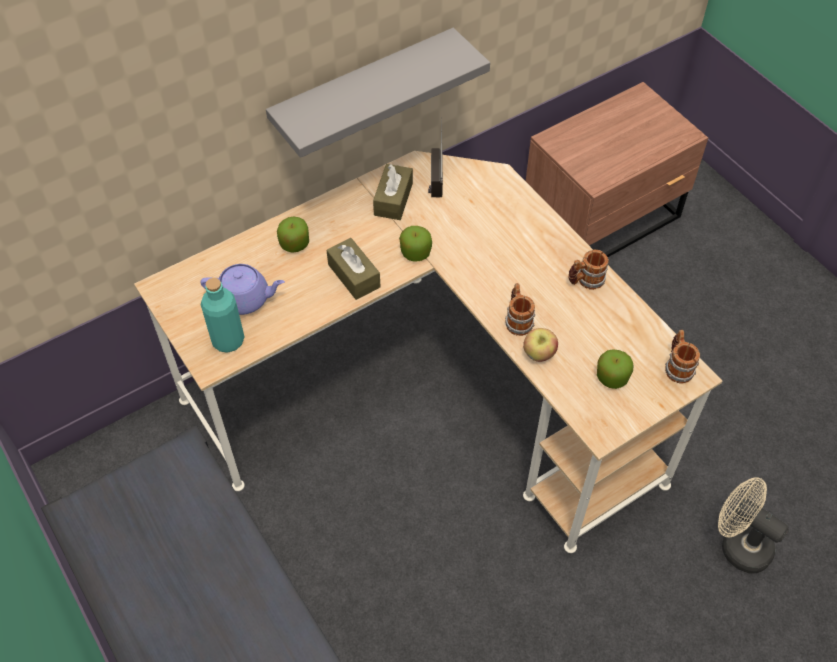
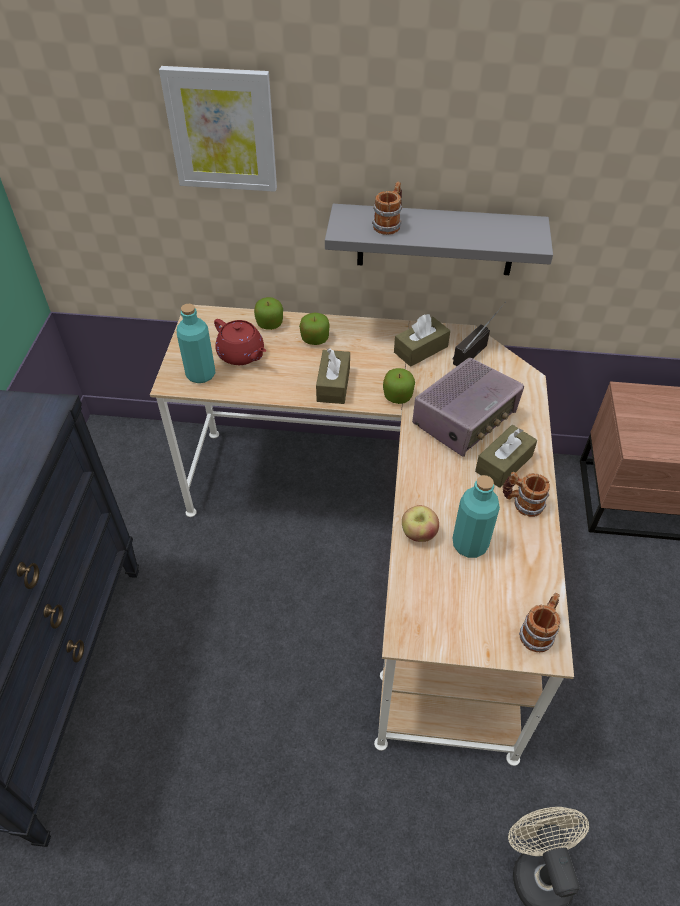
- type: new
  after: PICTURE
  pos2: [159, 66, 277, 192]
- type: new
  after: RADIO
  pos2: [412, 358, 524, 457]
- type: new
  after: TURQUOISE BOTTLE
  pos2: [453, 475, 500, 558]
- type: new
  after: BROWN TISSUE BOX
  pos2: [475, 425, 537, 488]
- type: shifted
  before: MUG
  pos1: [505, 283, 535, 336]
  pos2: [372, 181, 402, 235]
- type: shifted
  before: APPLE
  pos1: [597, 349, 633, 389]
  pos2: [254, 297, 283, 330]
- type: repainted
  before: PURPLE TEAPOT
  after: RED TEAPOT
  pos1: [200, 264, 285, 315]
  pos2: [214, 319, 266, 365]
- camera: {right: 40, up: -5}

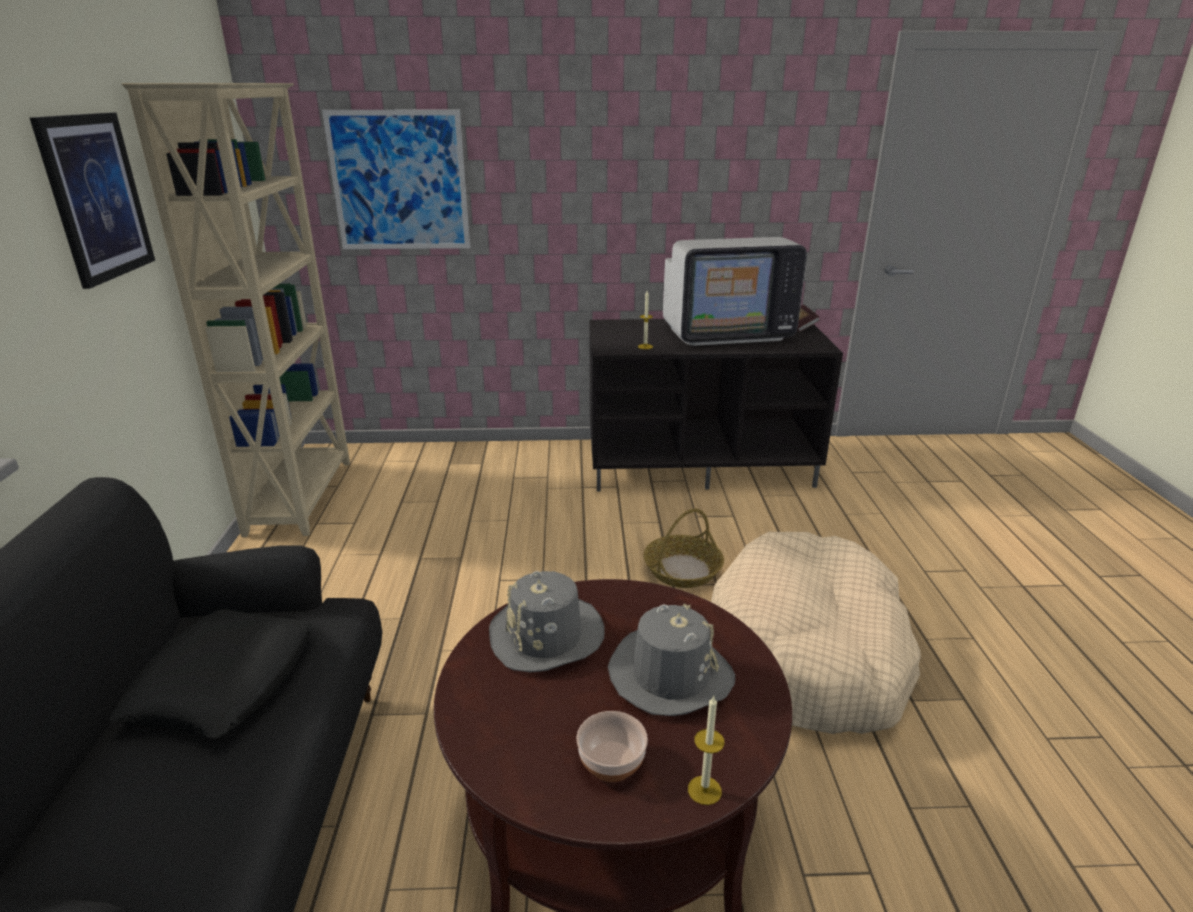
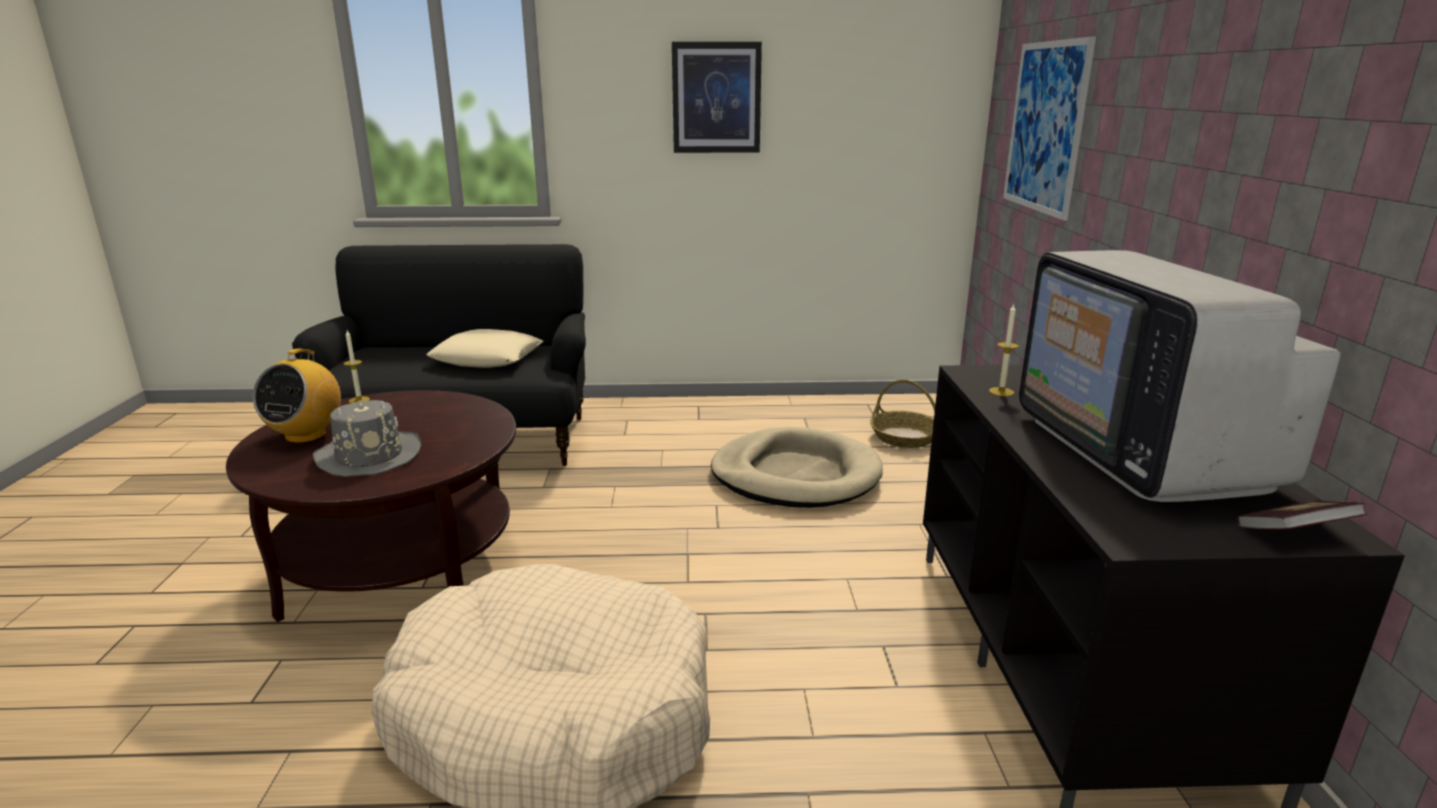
- type: gone
  before: BEIGE BOOKCASE
  pos1: [122, 83, 350, 537]
- type: gone
  before: GREY HAT
  pos1: [489, 571, 605, 672]
- type: new
  after: BEIGE DOG BED
  pos2: [711, 427, 883, 508]
- type: shifted
  before: BASKET
  pos1: [644, 509, 724, 588]
  pos2: [870, 380, 935, 448]
- type: shifted
  before: CANDLE
  pos1: [688, 695, 724, 805]
  pos2: [344, 330, 370, 403]
- type: swapped
  before: BOWL
  after: RADIO
  pos1: [577, 711, 648, 782]
  pos2: [253, 349, 341, 444]
- type: repainted
  before: BLACK PILLOW
  after: BEIGE PILLOW
  pos1: [109, 609, 313, 738]
  pos2: [426, 329, 543, 368]
- camera: {right: 90, up: -5}

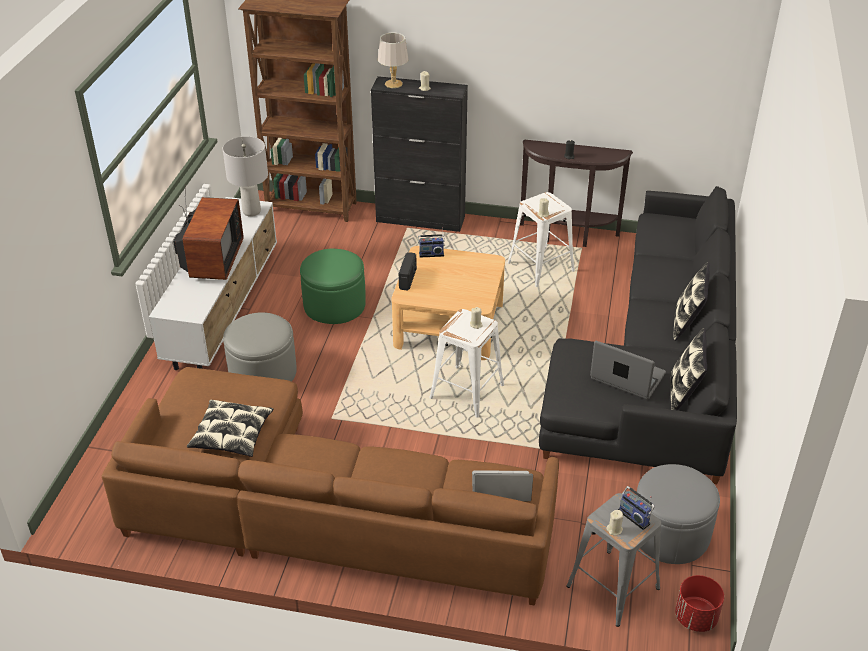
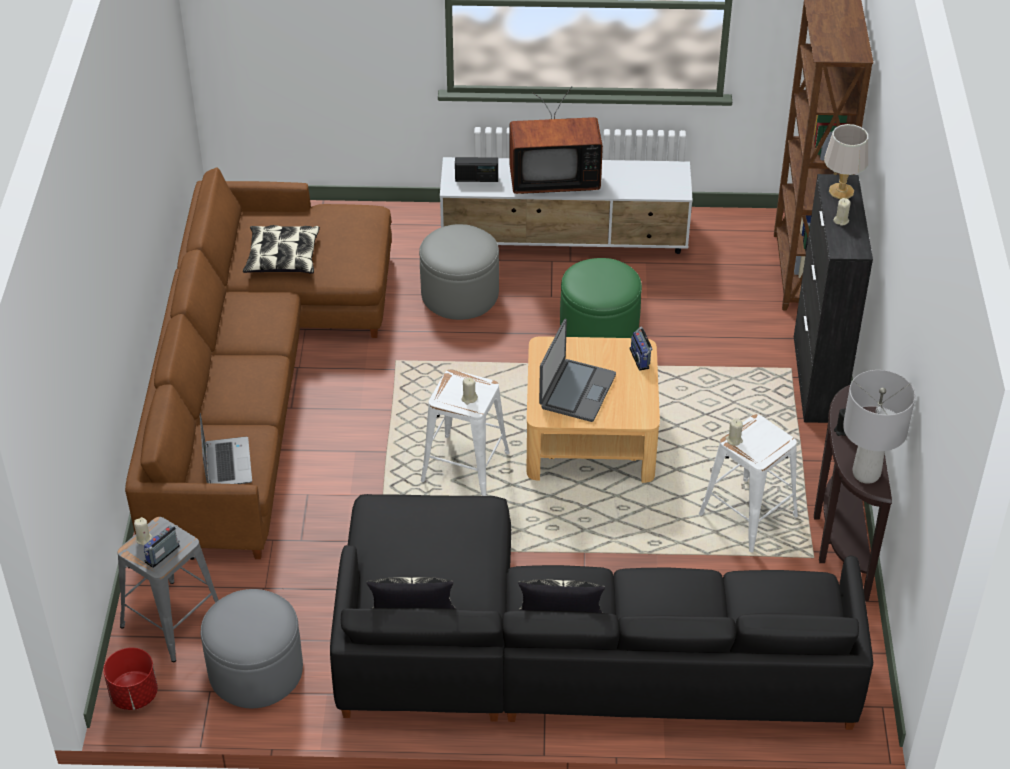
- type: shifted
  before: GREY TABLE LAMP
  pos1: [223, 136, 268, 217]
  pos2: [843, 370, 915, 484]
- type: shifted
  before: RADIO
  pos1: [399, 252, 417, 291]
  pos2: [455, 157, 498, 182]
- type: shifted
  before: LAPTOP
  pos1: [590, 341, 666, 399]
  pos2: [539, 319, 616, 422]
- camera: {right: 80, up: 5}

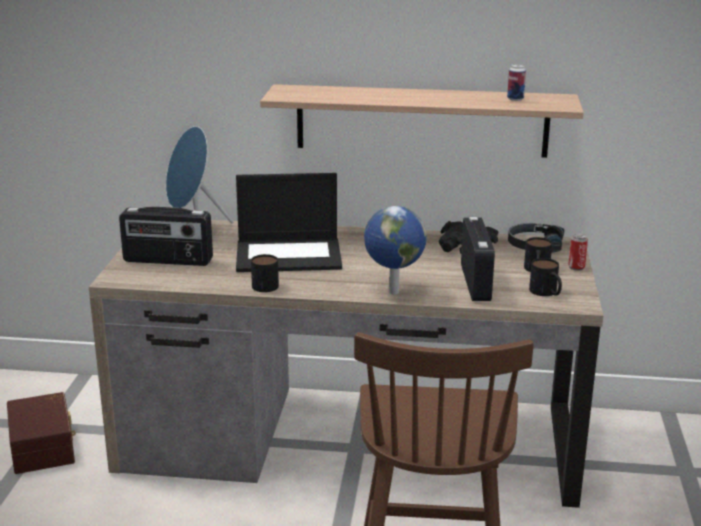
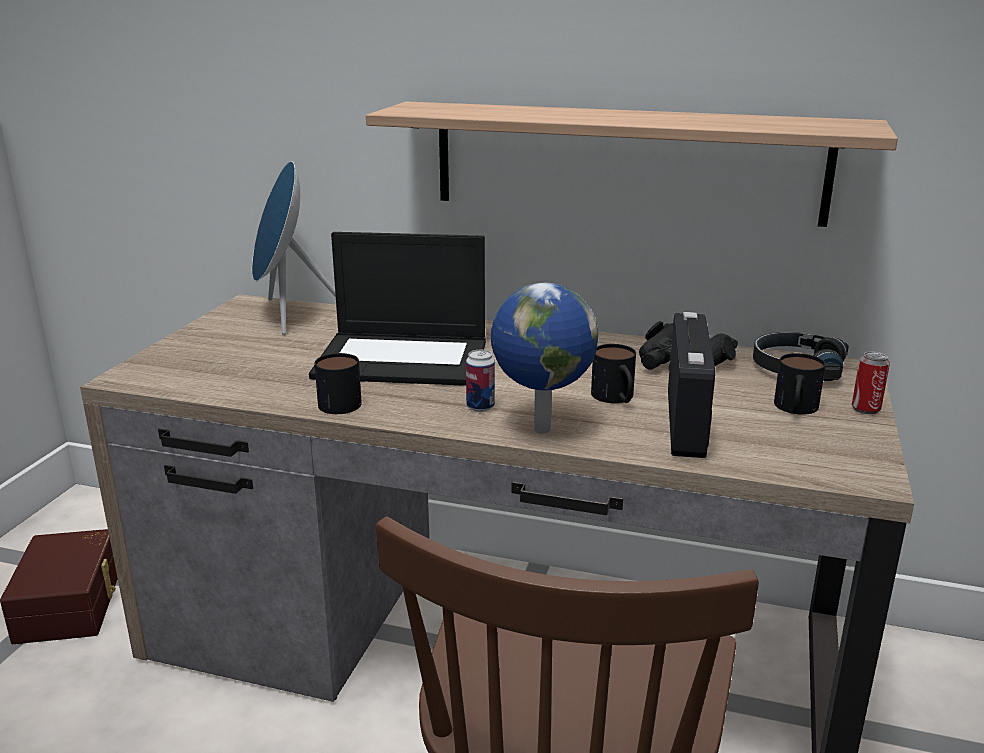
- type: gone
  before: RADIO
  pos1: [119, 206, 213, 266]
- type: shifted
  before: CAN
  pos1: [507, 64, 526, 101]
  pos2: [466, 350, 495, 412]
- type: shifted
  before: MUG
  pos1: [529, 258, 562, 296]
  pos2: [591, 344, 636, 403]
- camera: {right: 10, up: 0}

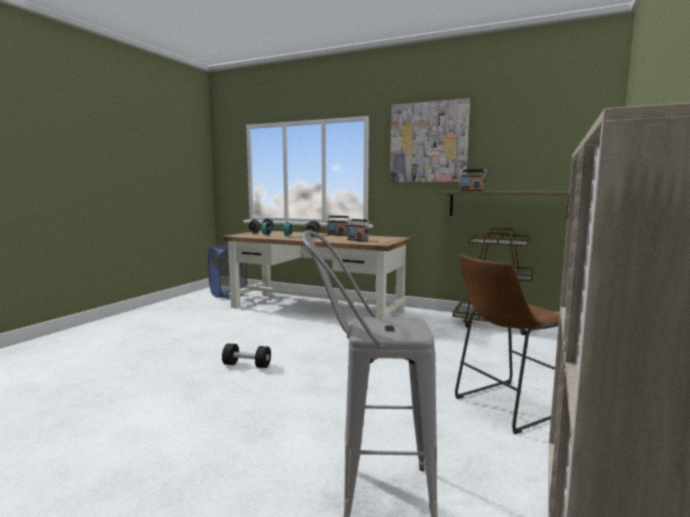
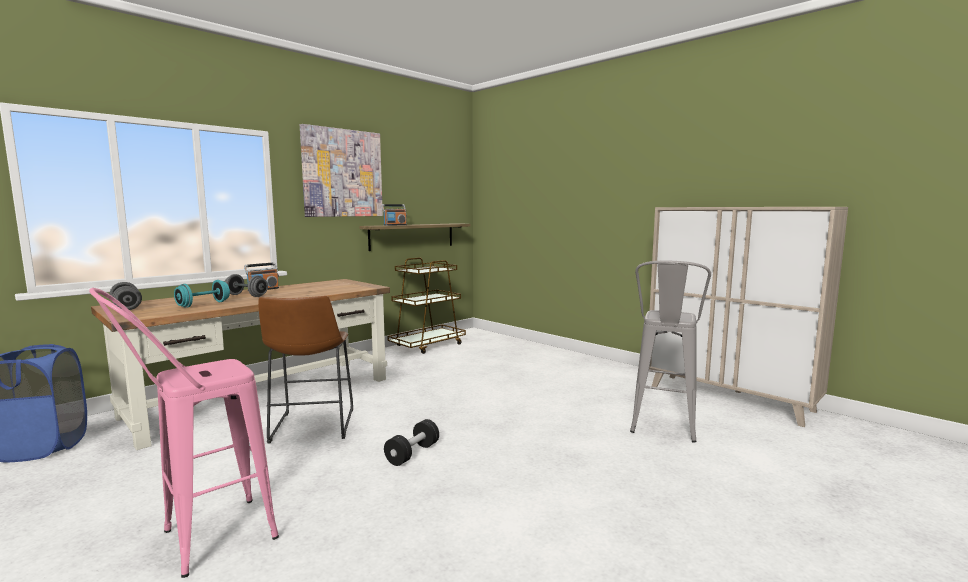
- type: gone
  before: RADIO
  pos1: [347, 219, 370, 242]
- type: new
  after: PINK STOOL
  pos2: [89, 288, 279, 578]
- type: shifted
  before: BROWN STOOL
  pos1: [455, 254, 559, 434]
  pos2: [258, 296, 353, 444]
- camera: {right: -70, up: 0}

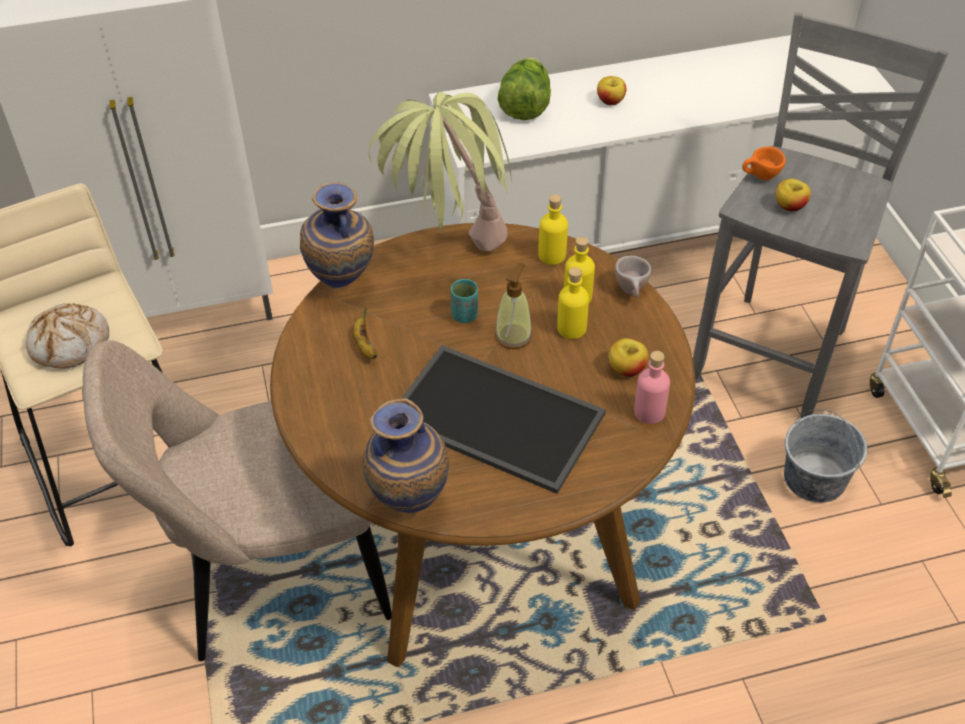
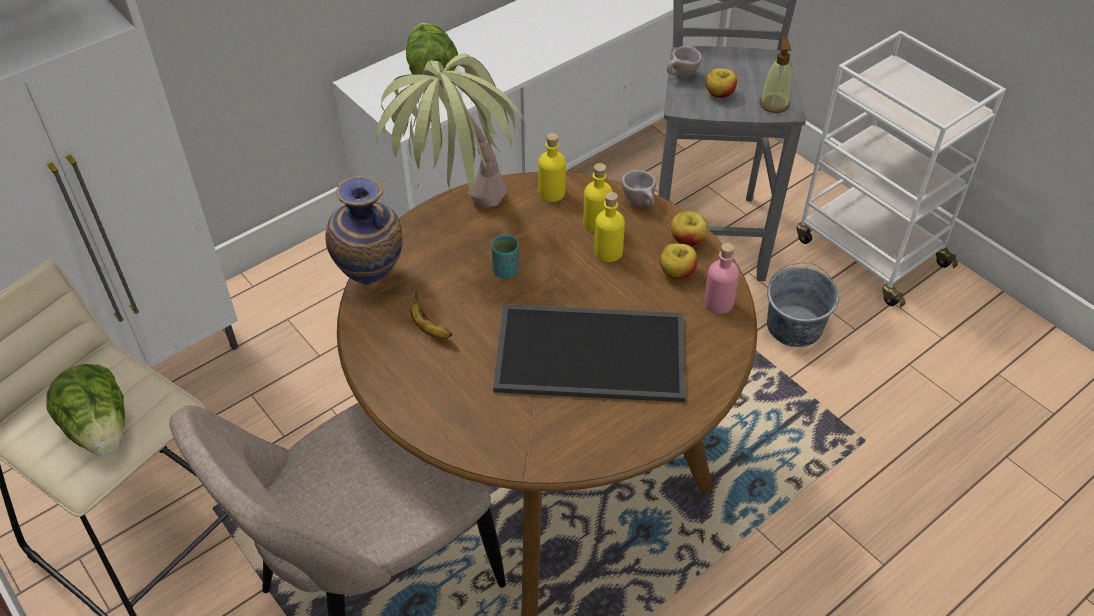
- type: gone
  before: VASE
  pos1: [363, 398, 449, 513]
- type: shifted
  before: SOAP DISPENSER
  pos1: [495, 263, 532, 349]
  pos2: [759, 37, 792, 113]
- type: shifted
  before: APPLE
  pos1: [597, 76, 626, 105]
  pos2: [671, 211, 708, 246]
- type: swapped
  before: BREAD
  after: LETTUCE
  pos1: [26, 303, 109, 368]
  pos2: [46, 364, 125, 455]
- type: repainted
  before: ORANGE CUP
  after: BEIGE CUP
  pos1: [742, 146, 786, 180]
  pos2: [667, 46, 702, 78]
- camera: {right: -25, up: 0}

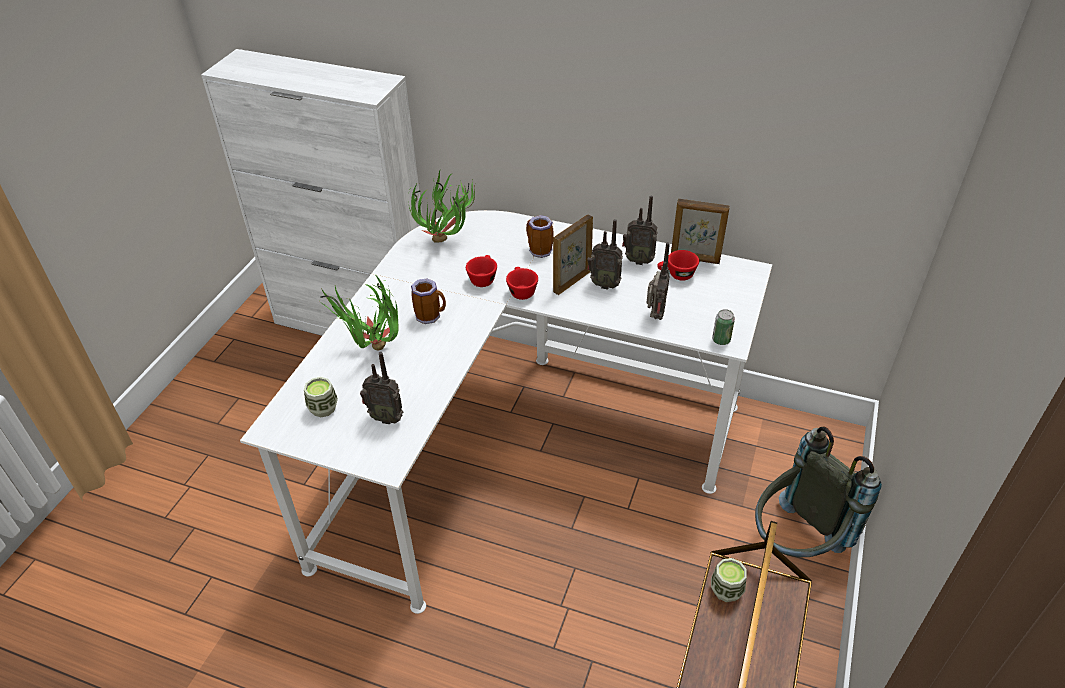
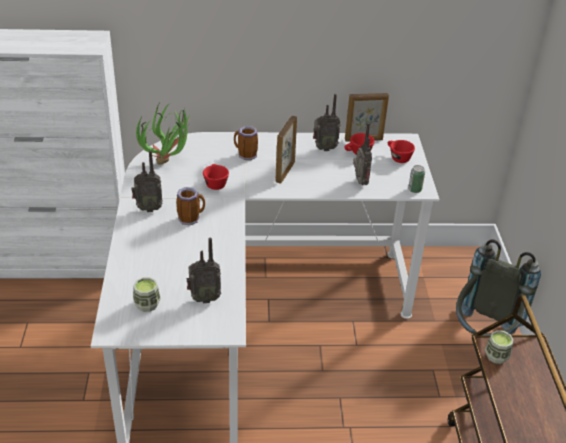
- type: gone
  before: POTTED PLANT
  pos1: [320, 275, 399, 350]
- type: shifted
  before: RED CUP
  pos1: [506, 267, 538, 300]
  pos2: [388, 140, 415, 163]
- type: shifted
  before: RADIO
  pos1: [587, 219, 623, 290]
  pos2: [131, 150, 163, 212]
- camera: {right: -25, up: -5}

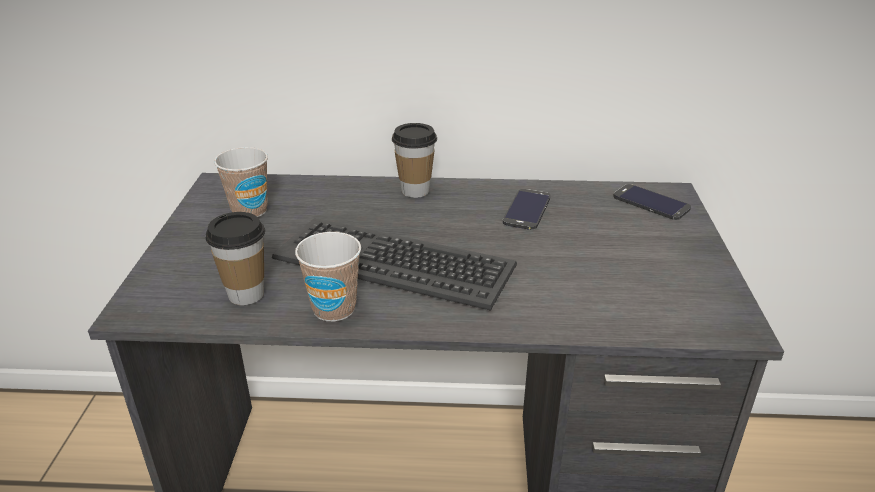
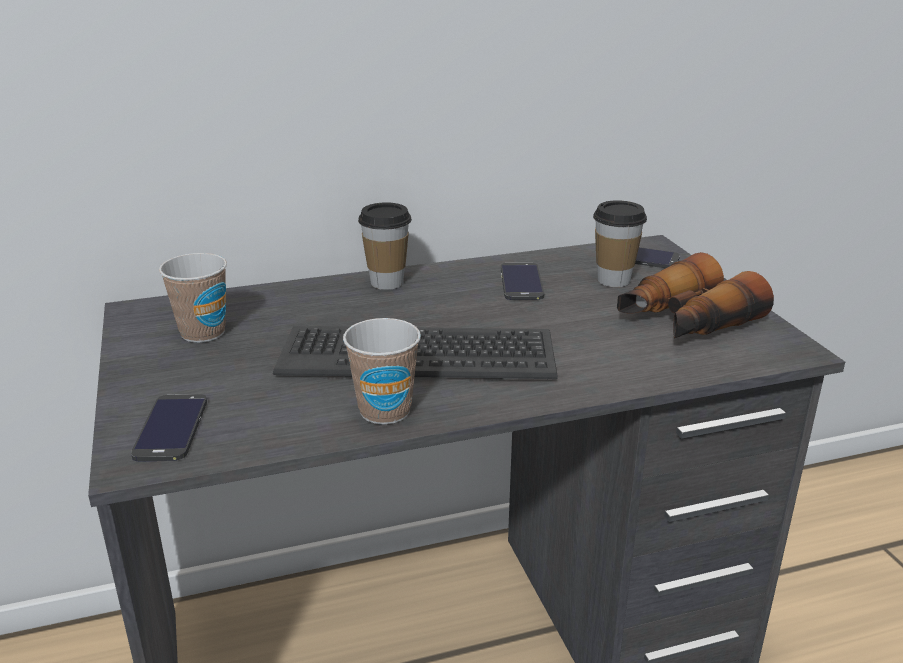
- type: new
  after: PHONE
  pos2: [131, 394, 207, 462]
- type: new
  after: BINOCULARS
  pos2: [617, 252, 774, 338]
- type: shifted
  before: CUP
  pos1: [206, 212, 265, 305]
  pos2: [593, 200, 647, 287]
- camera: {right: -20, up: -5}

